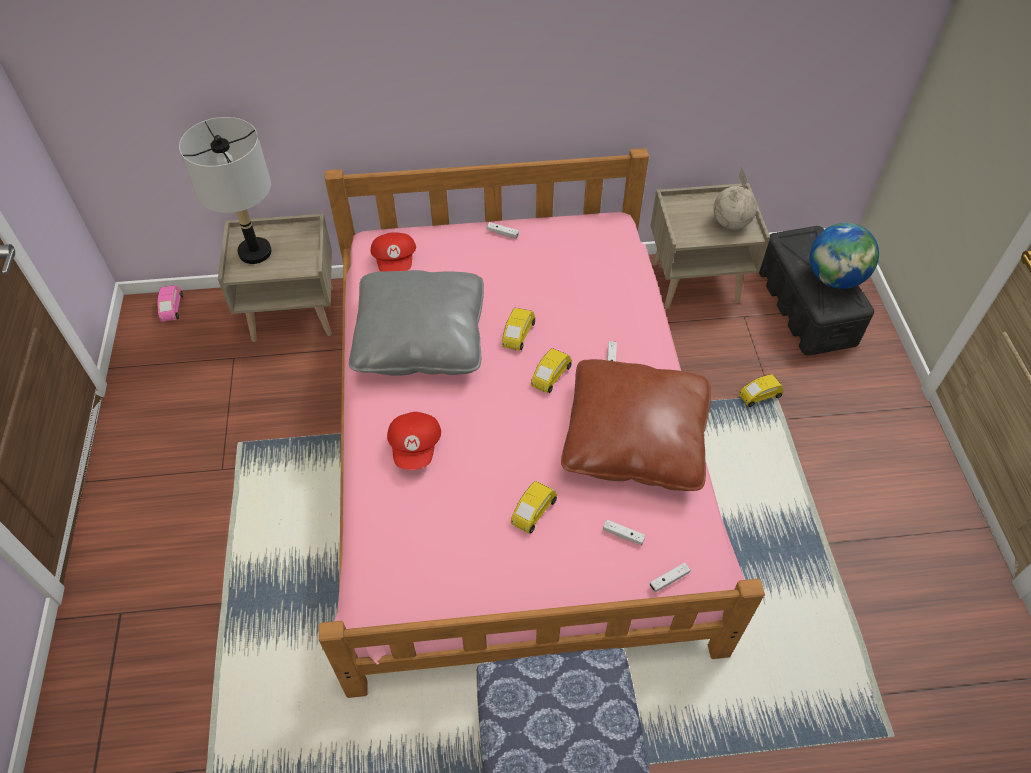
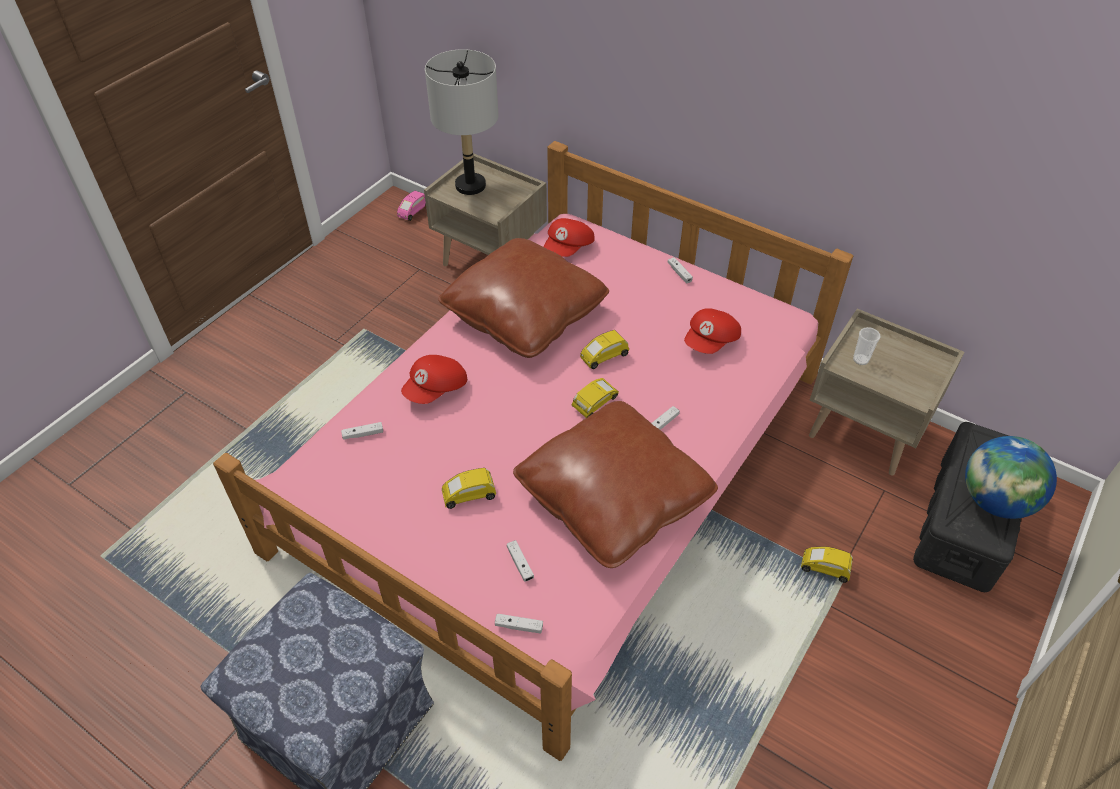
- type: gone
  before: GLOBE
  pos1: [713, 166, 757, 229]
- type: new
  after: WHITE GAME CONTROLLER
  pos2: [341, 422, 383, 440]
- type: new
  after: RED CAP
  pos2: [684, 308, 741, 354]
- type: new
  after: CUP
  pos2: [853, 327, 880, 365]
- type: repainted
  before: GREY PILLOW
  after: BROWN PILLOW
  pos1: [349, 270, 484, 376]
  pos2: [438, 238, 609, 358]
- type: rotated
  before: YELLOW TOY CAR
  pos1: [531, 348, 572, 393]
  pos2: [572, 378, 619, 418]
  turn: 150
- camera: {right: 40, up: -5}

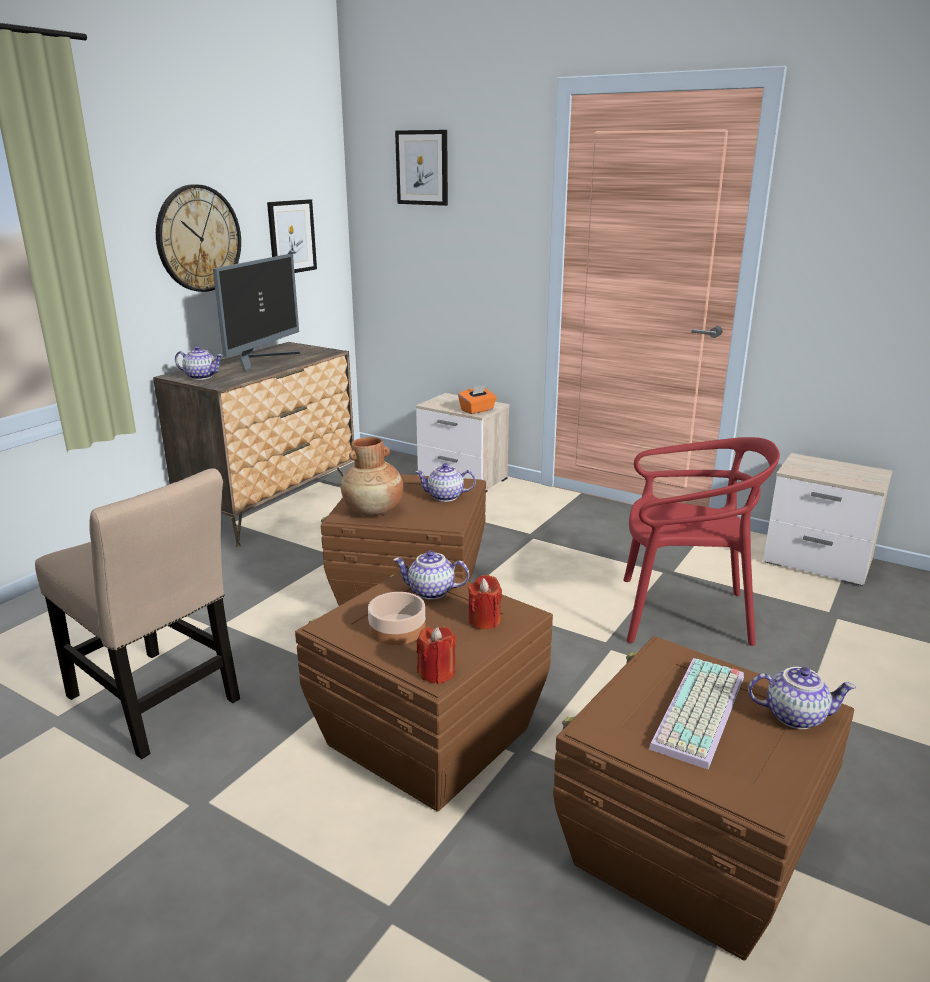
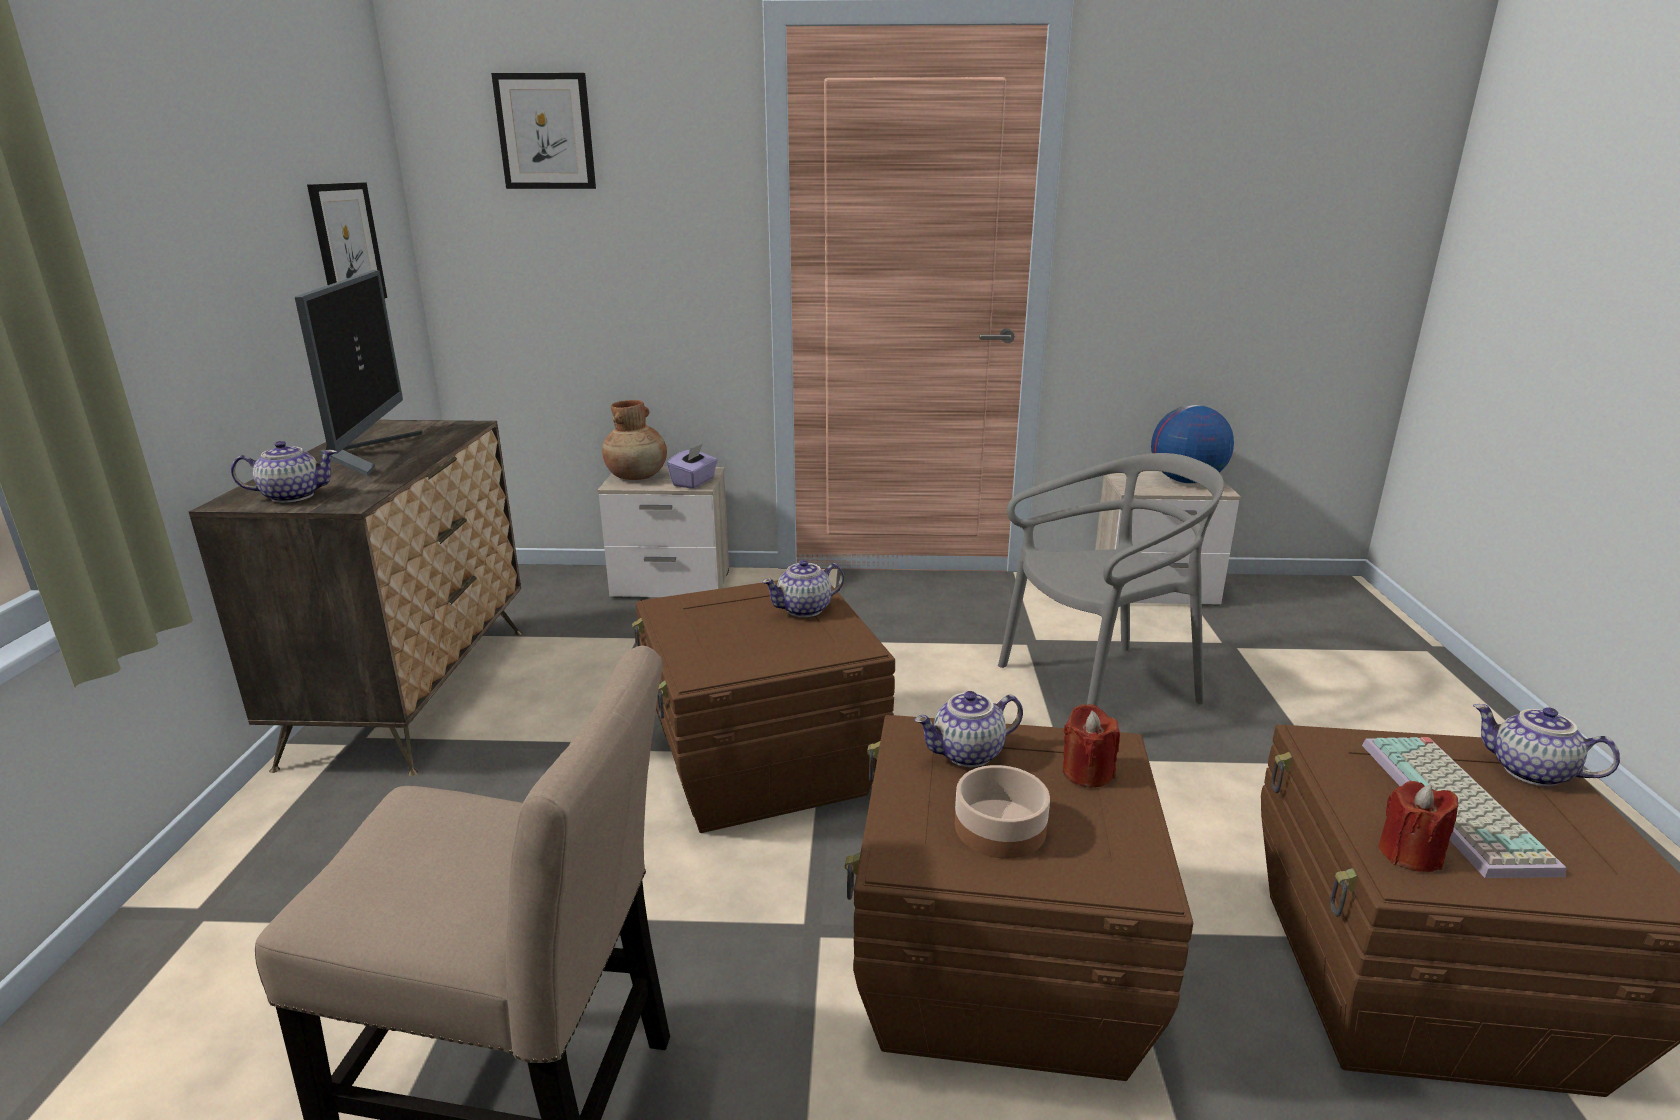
- type: gone
  before: WALL CLOCK
  pos1: [156, 184, 241, 292]
- type: new
  after: GLOBE
  pos2: [1151, 405, 1234, 483]
- type: shifted
  before: BROWN VASE
  pos1: [341, 437, 403, 516]
  pos2: [602, 400, 667, 480]
- type: shifted
  before: RED CANDLE
  pos1: [417, 627, 456, 684]
  pos2: [1379, 781, 1458, 872]
- type: repainted
  before: ORANGE TISSUE BOX
  after: PURPLE TISSUE BOX
  pos1: [458, 385, 497, 414]
  pos2: [667, 444, 718, 489]
- type: repainted
  before: RED CHAIR
  after: GREY CHAIR
  pos1: [623, 437, 780, 646]
  pos2: [998, 453, 1224, 707]
- type: rotated
  before: TEAPOT
  pos1: [748, 667, 856, 729]
  pos2: [1473, 704, 1620, 786]
  turn: -120
- camera: {right: -30, up: 0}

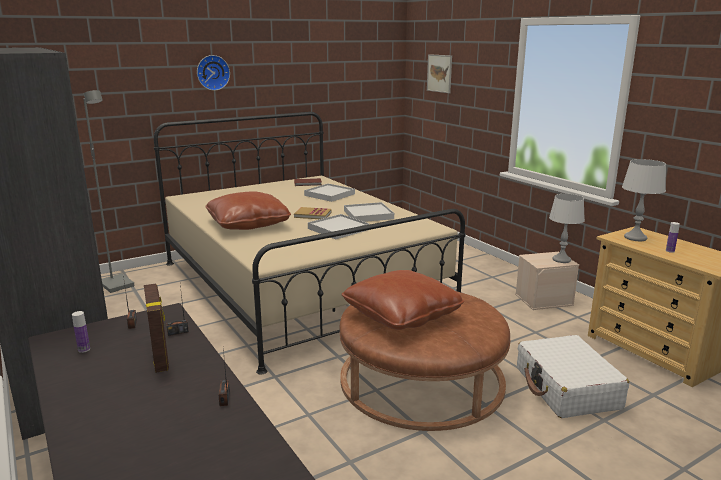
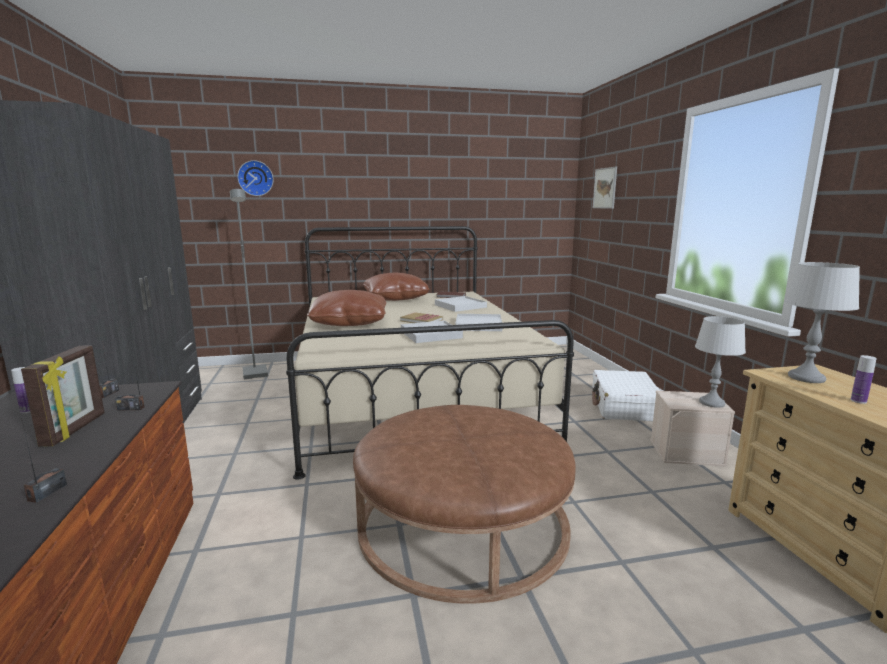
- type: shifted
  before: WALL CLOCK
  pos1: [197, 55, 230, 91]
  pos2: [237, 160, 274, 196]
- type: shifted
  before: BROWN PILLOW
  pos1: [342, 270, 464, 330]
  pos2: [363, 273, 430, 301]
- type: shifted
  before: WHITE SUITCASE
  pos1: [517, 335, 629, 418]
  pos2: [592, 370, 660, 421]
- camera: {right: 20, up: -5}

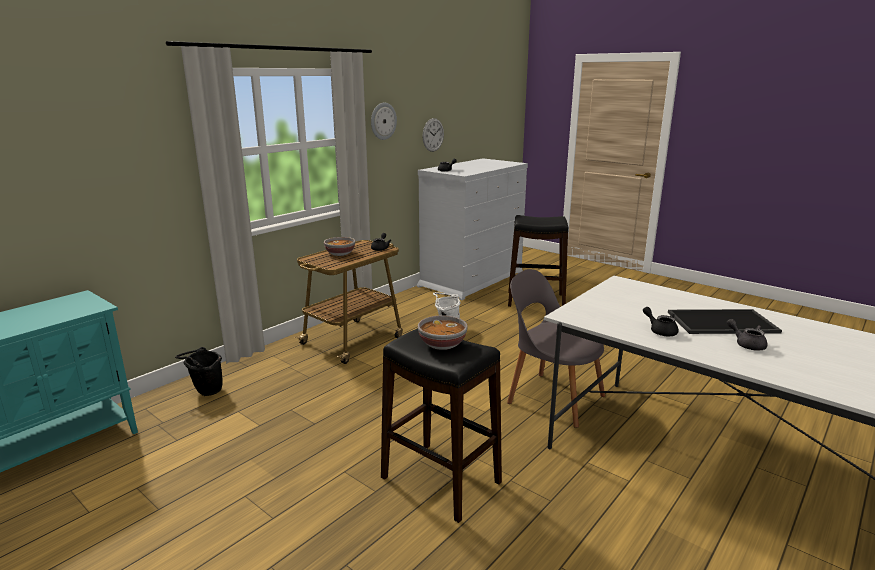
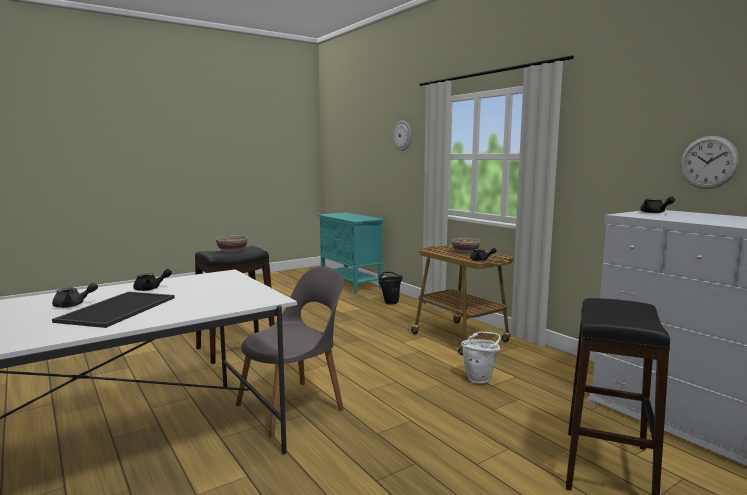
- type: shifted
  before: WALL CLOCK
  pos1: [371, 103, 397, 140]
  pos2: [393, 120, 411, 151]
- camera: {right: 105, up: -10}

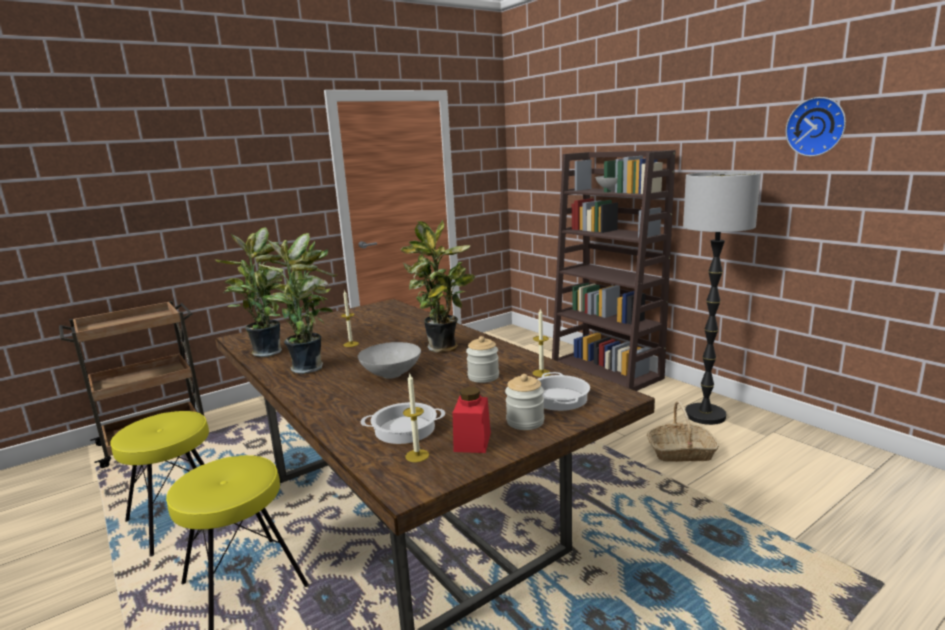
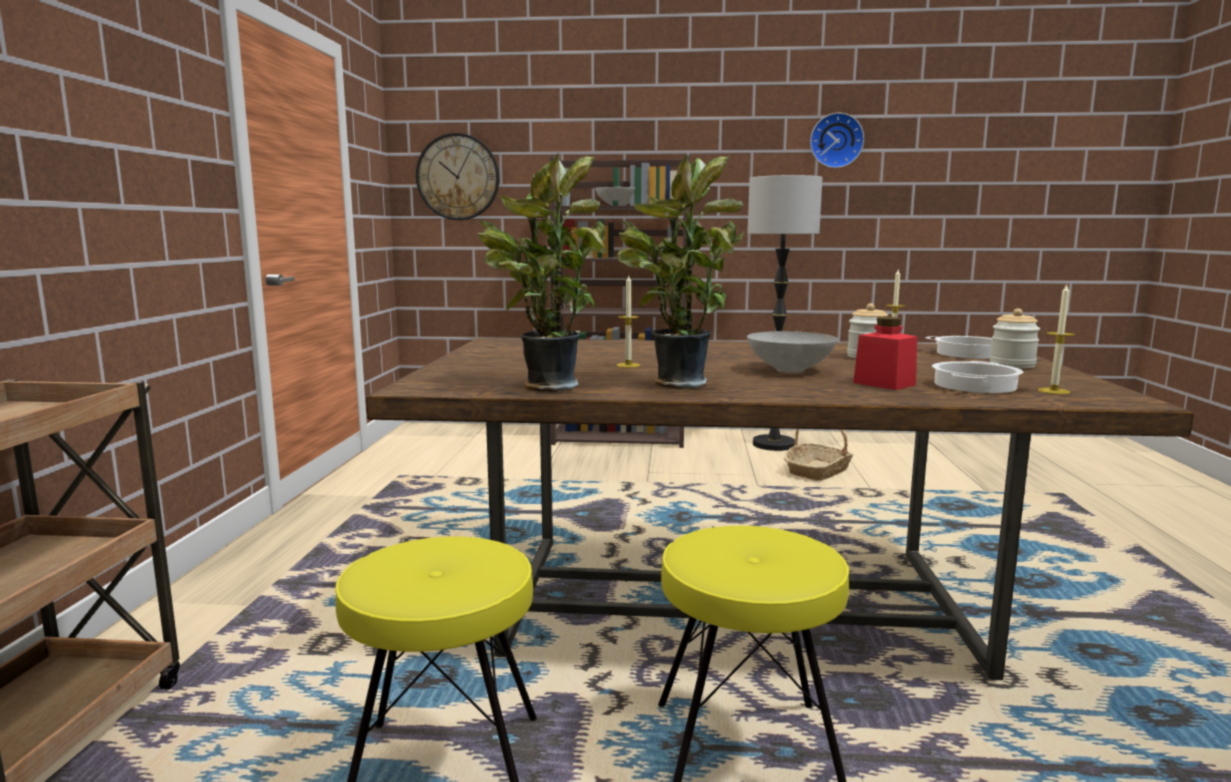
- type: gone
  before: POTTED PLANT
  pos1: [400, 220, 475, 353]
- type: new
  after: WALL CLOCK
  pos2: [416, 133, 499, 220]
- type: shifted
  before: RED JAR
  pos1: [453, 387, 491, 453]
  pos2: [853, 317, 917, 390]
- camera: {right: -50, up: -5}

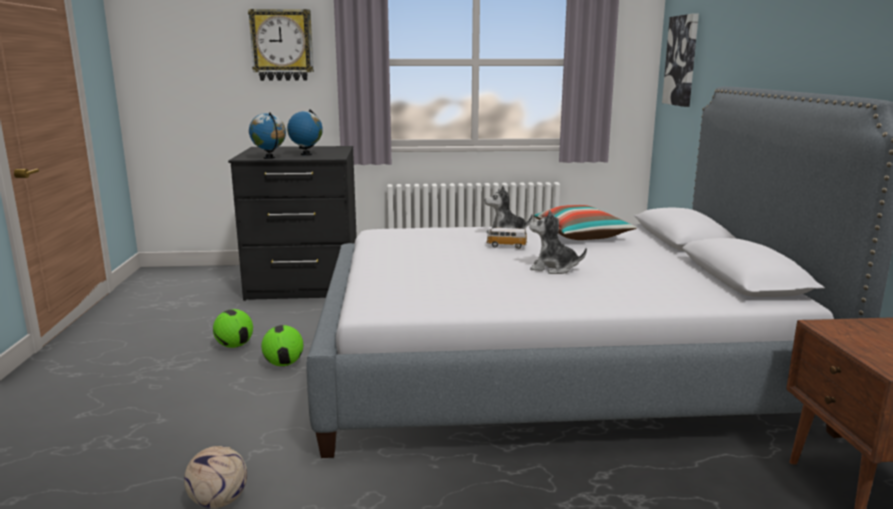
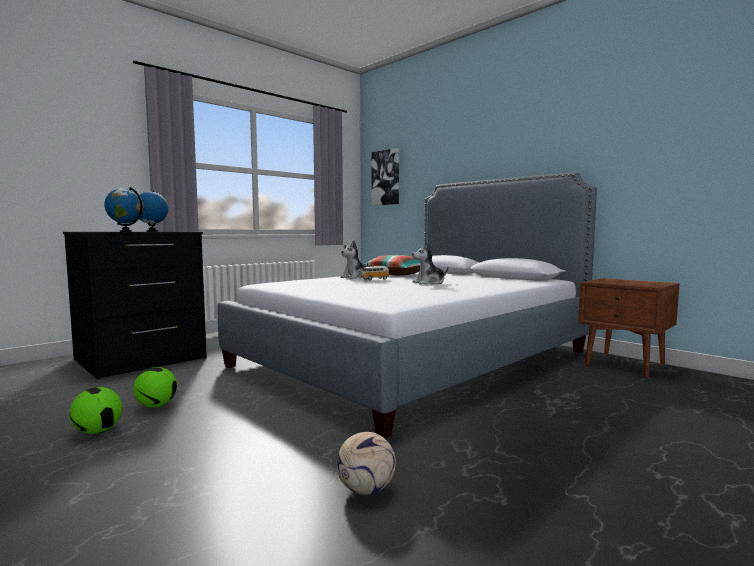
- type: gone
  before: WALL CLOCK
  pos1: [248, 9, 314, 81]
- type: shifted
  before: FOOTBALL
  pos1: [261, 325, 303, 366]
  pos2: [69, 387, 122, 434]
- camera: {right: -40, up: -10}

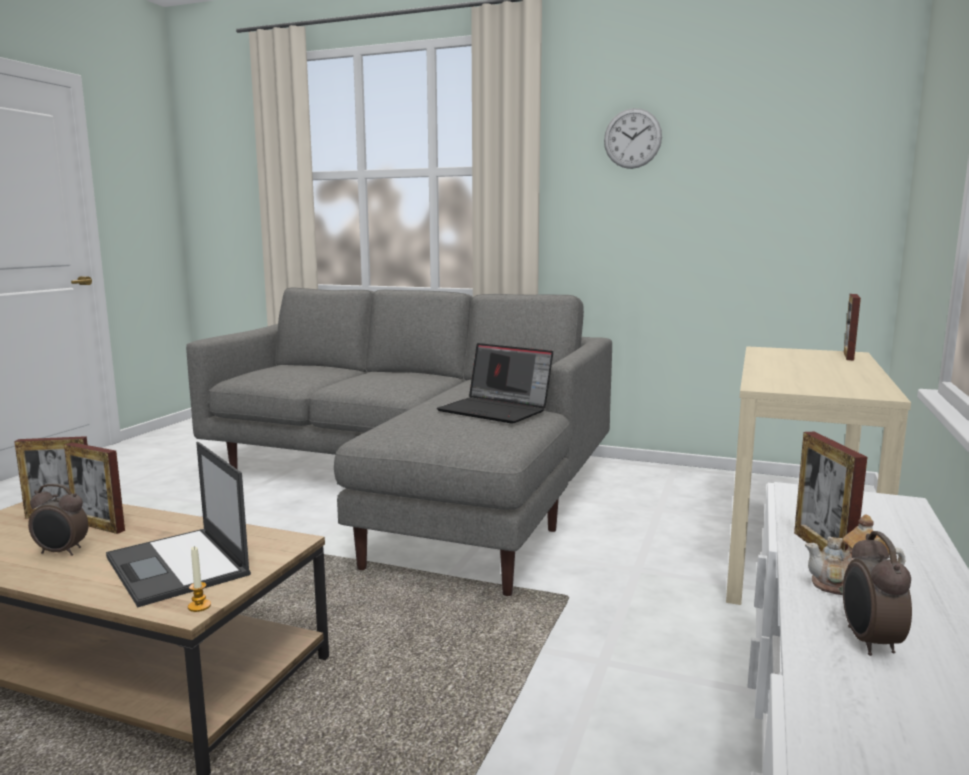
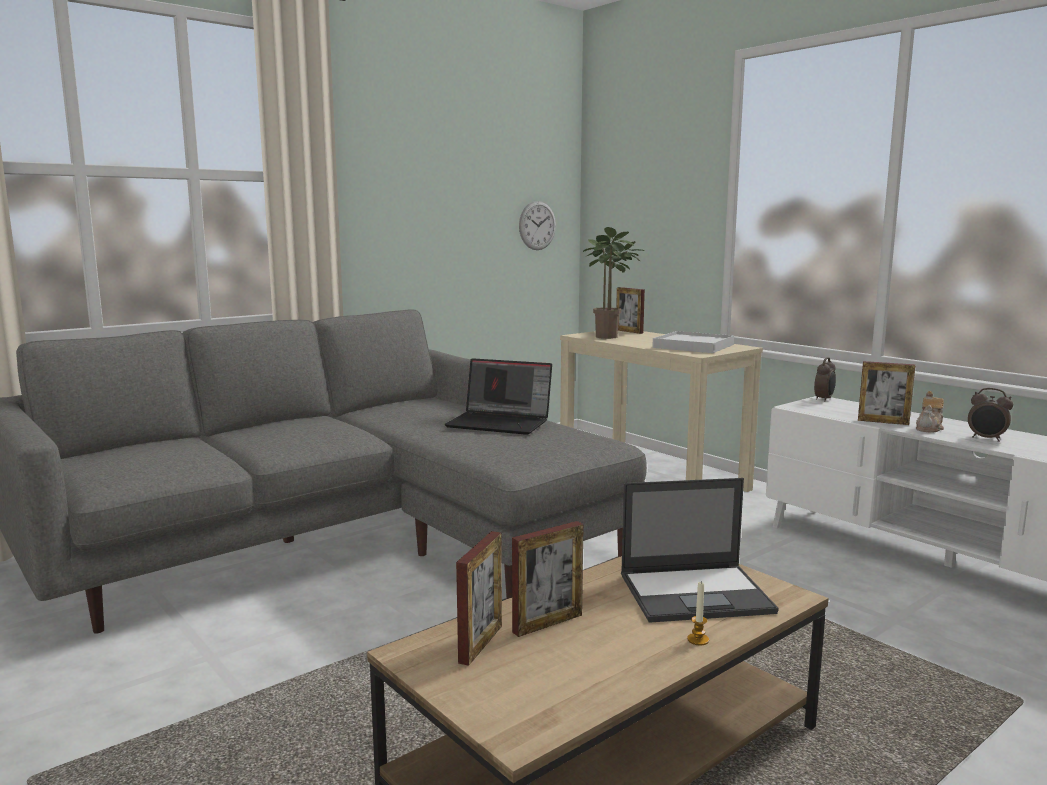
- type: new
  after: POTTED PLANT
  pos2: [583, 227, 645, 339]
- type: new
  after: WHITE TRAY
  pos2: [652, 331, 734, 353]
- type: shifted
  before: ALARM CLOCK
  pos1: [28, 484, 89, 556]
  pos2: [814, 357, 836, 401]
- type: shifted
  before: CANDLE
  pos1: [188, 546, 211, 612]
  pos2: [687, 582, 709, 645]
- type: shifted
  before: WALL CLOCK
  pos1: [604, 108, 662, 169]
  pos2: [519, 201, 556, 250]
- type: rotated
  before: LAPTOP
  pos1: [437, 343, 553, 424]
  pos2: [444, 358, 552, 435]
  turn: 45
- camera: {right: -60, up: 0}

